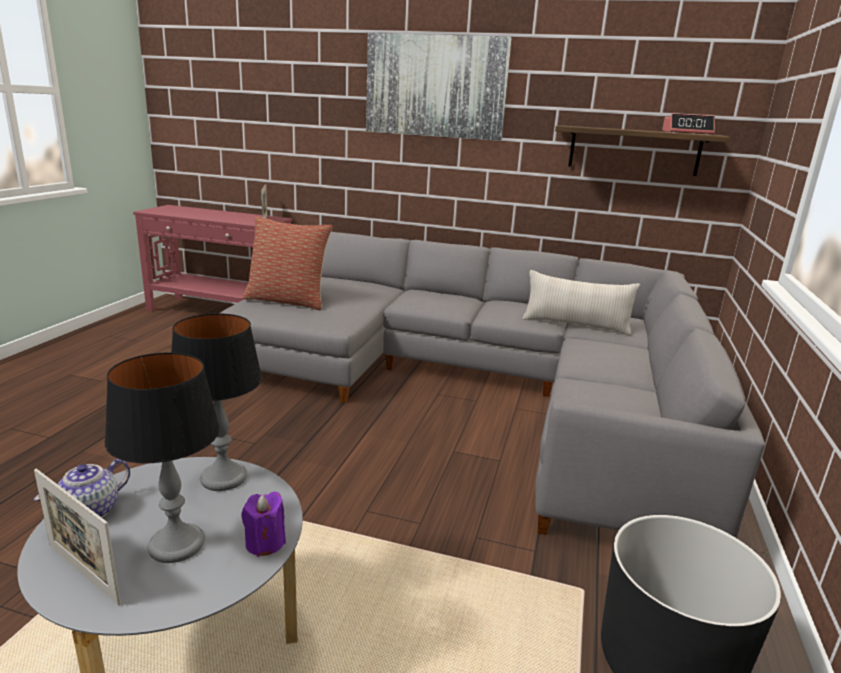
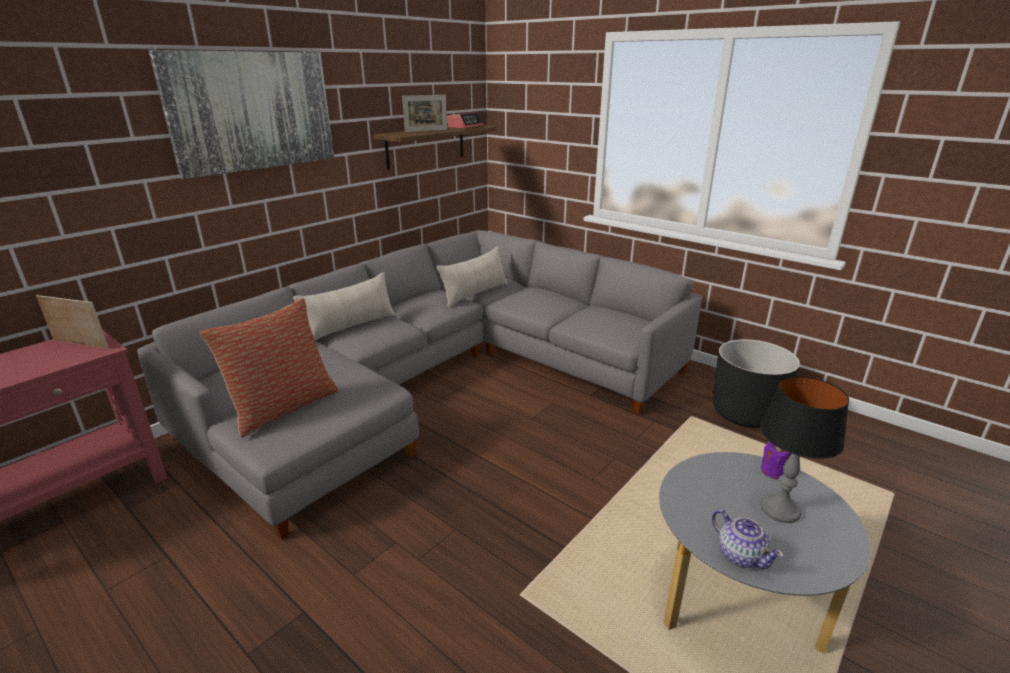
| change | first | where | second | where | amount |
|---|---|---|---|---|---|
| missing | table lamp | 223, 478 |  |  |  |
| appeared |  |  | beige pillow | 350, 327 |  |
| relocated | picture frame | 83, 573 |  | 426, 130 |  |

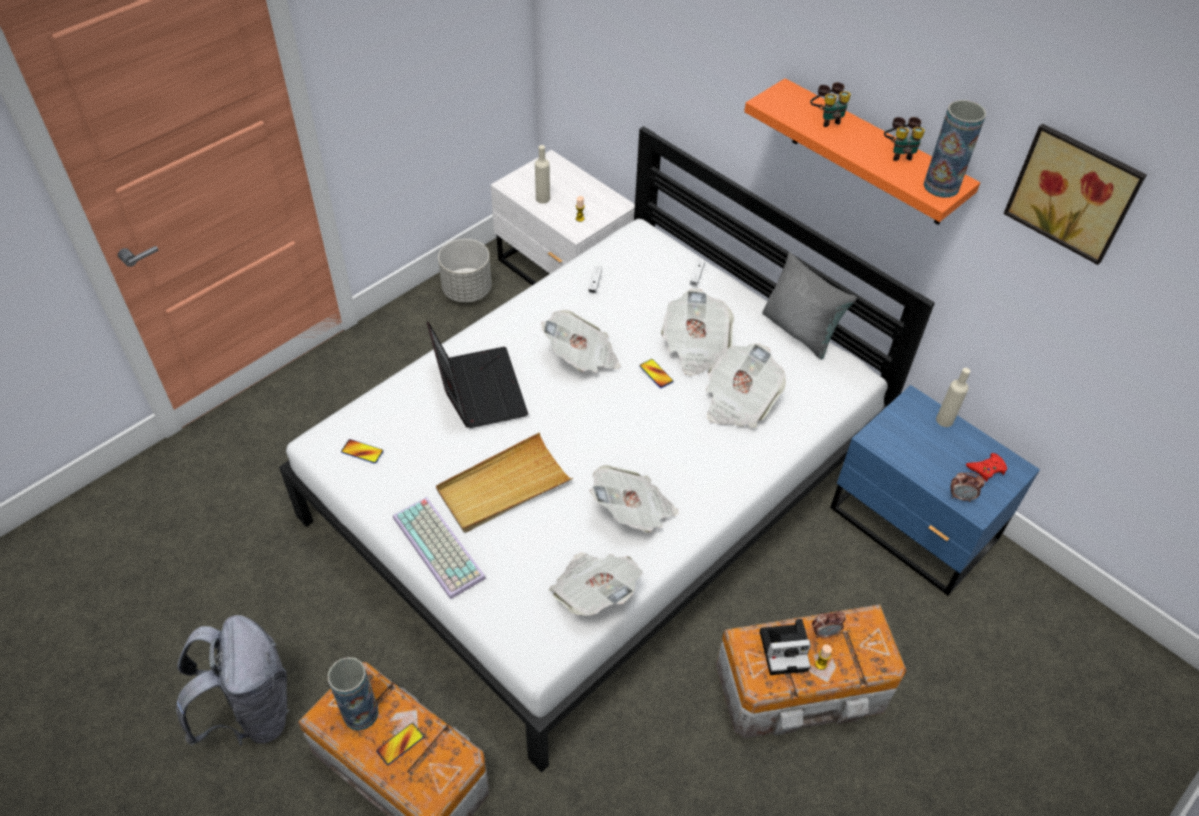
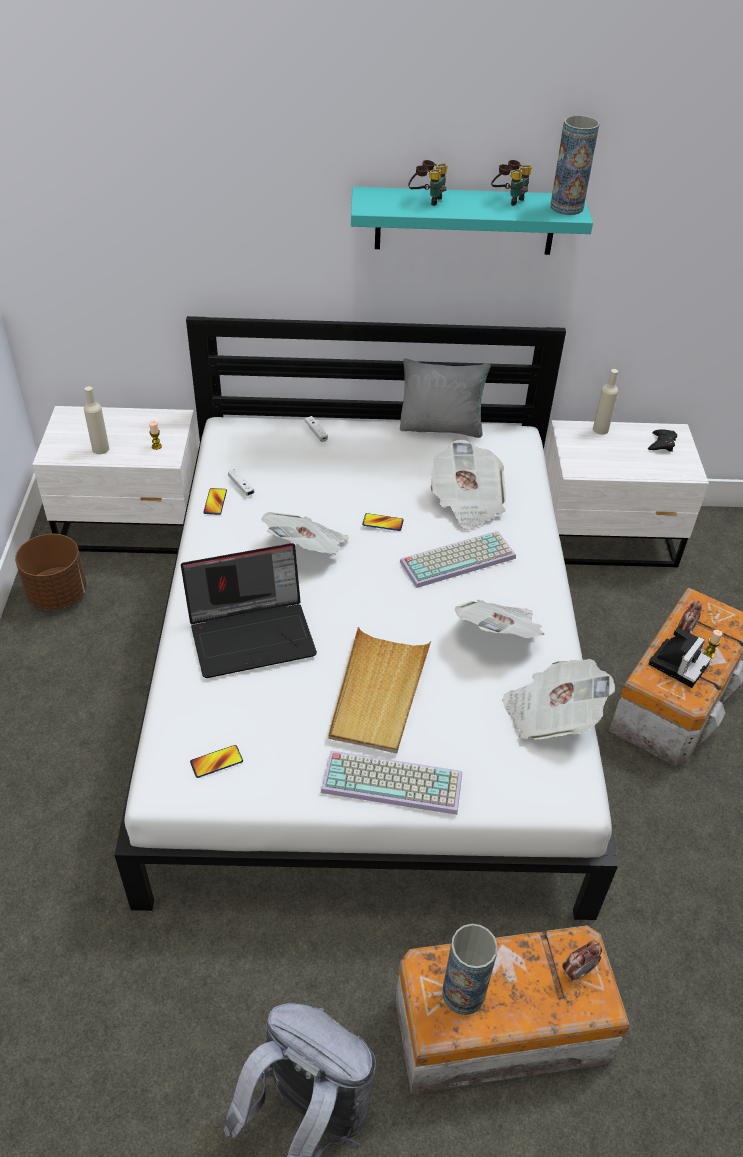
| change | first | where | second | where | amount |
|---|---|---|---|---|---|
| missing | newspaper | 696, 347 |  |  |  |
| missing | picture | 1074, 191 |  |  |  |
| appeared |  |  | keyboard | 458, 558 |  |
| relocated | phone | 400, 744 |  | 215, 502 |  |
| relocated | alarm clock | 961, 497 |  | 578, 970 |  |
| colour | grey planter | 467, 290 | brown planter | 58, 594 |  |
| colour | orange shelf | 870, 154 | turquoise shelf | 465, 221 |  |
| colour | blue nightstand | 913, 527 | white nightstand | 607, 538 |  |
| colour | red game controller | 986, 469 | black game controller | 662, 444 |  |
| spun | laptop | 477, 389 |  | 253, 633 | 135 degrees clockwise |

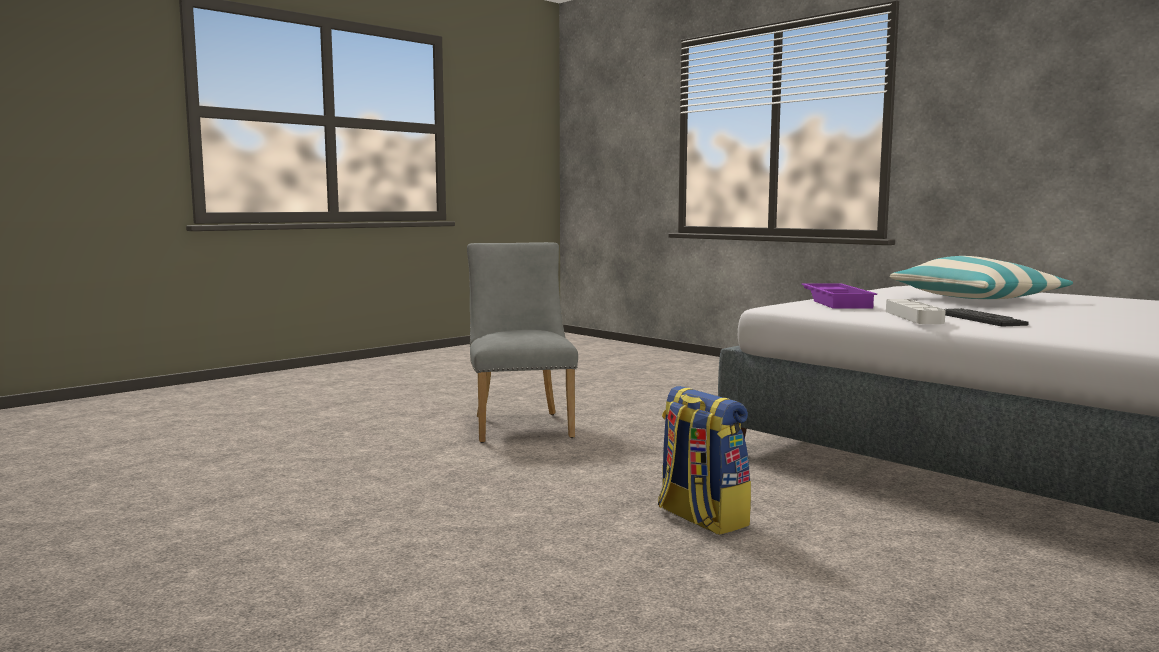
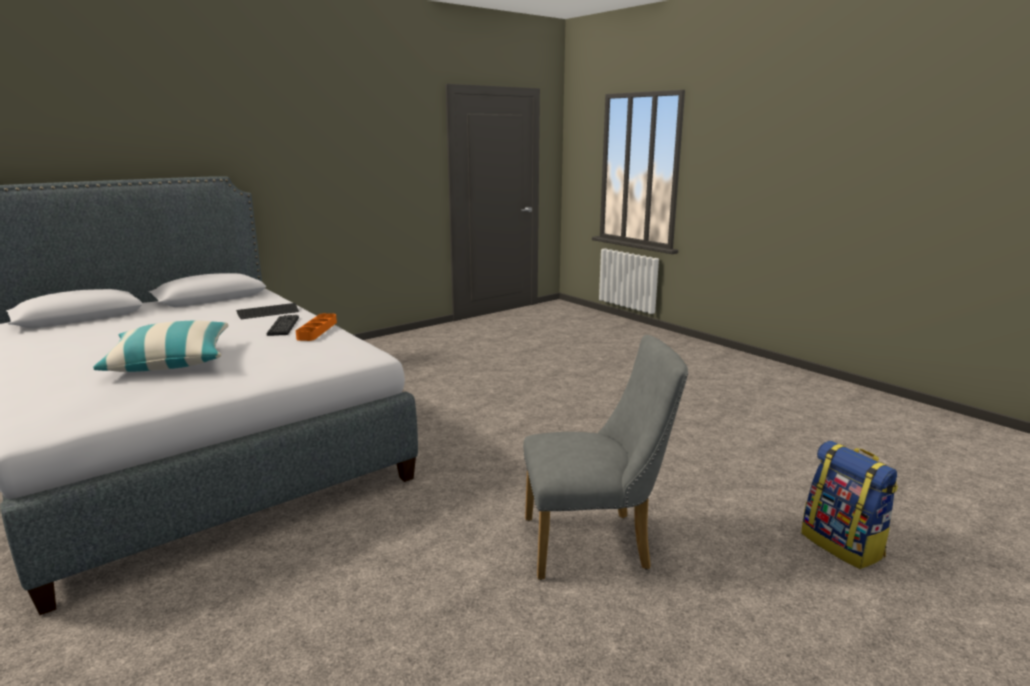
| change | first | where | second | where | amount |
|---|---|---|---|---|---|
| missing | purple tray | 838, 302 |  |  |  |
| appeared |  |  | keyboard | 268, 313 |  |
| relocated | backpack | 700, 518 |  | 843, 545 |  |
| colour | grey tray | 913, 317 | orange tray | 317, 330 |  |
| spun | grey chair | 520, 425 |  | 595, 544 | 90 degrees counterclockwise |

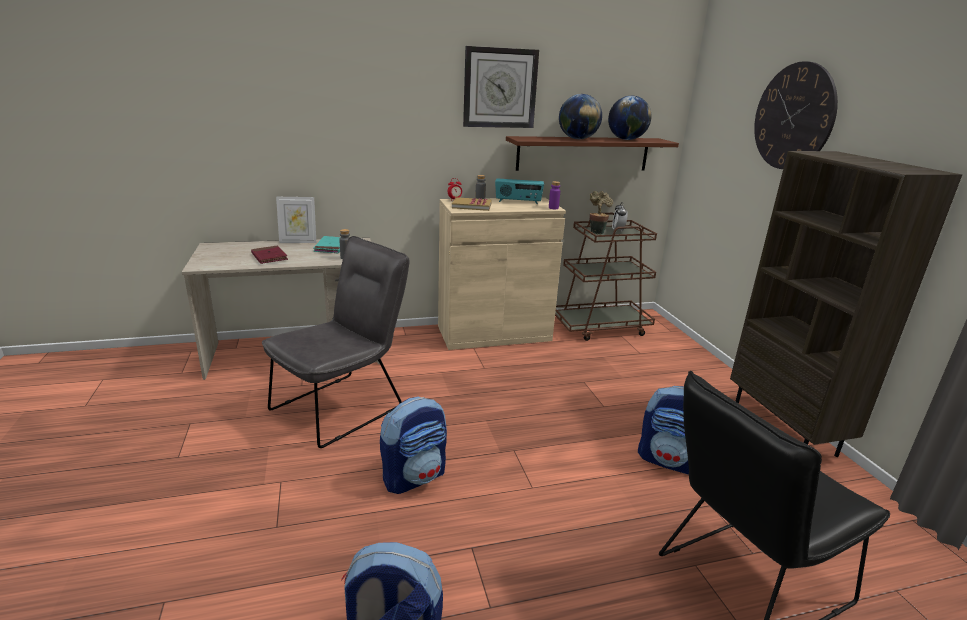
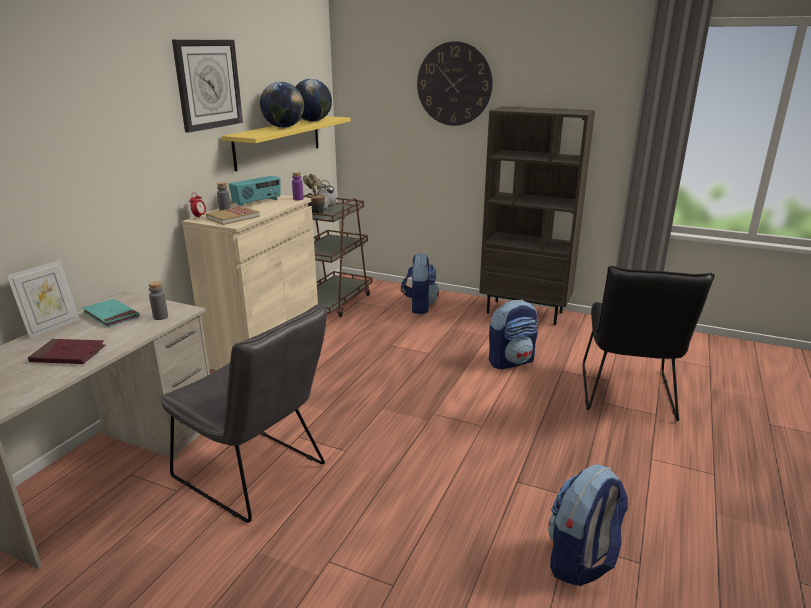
| change | first | where | second | where | amount |
|---|---|---|---|---|---|
| relocated | backpack | 415, 476 |  | 419, 306 |  |
| colour | brown shelf | 583, 154 | yellow shelf | 278, 141 |  |
| spun | grey chair | 344, 405 |  | 256, 475 | 135 degrees clockwise |

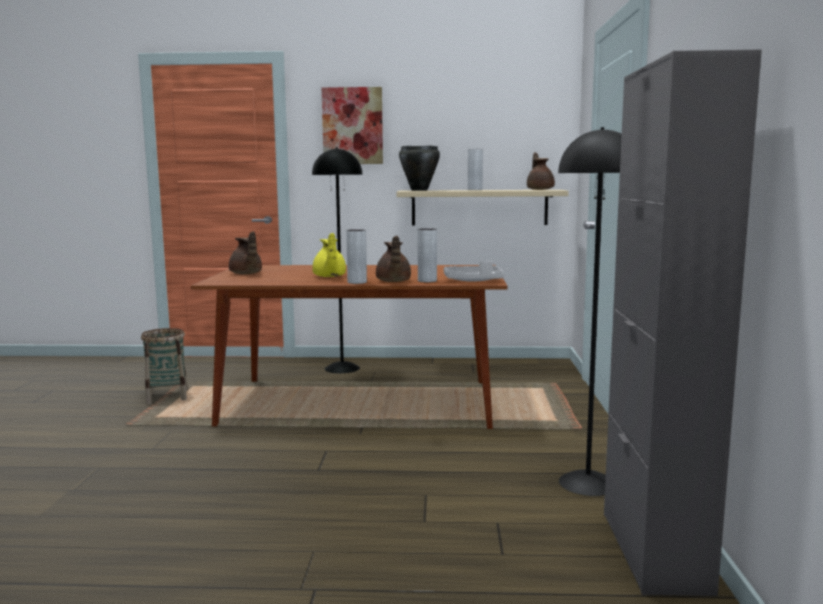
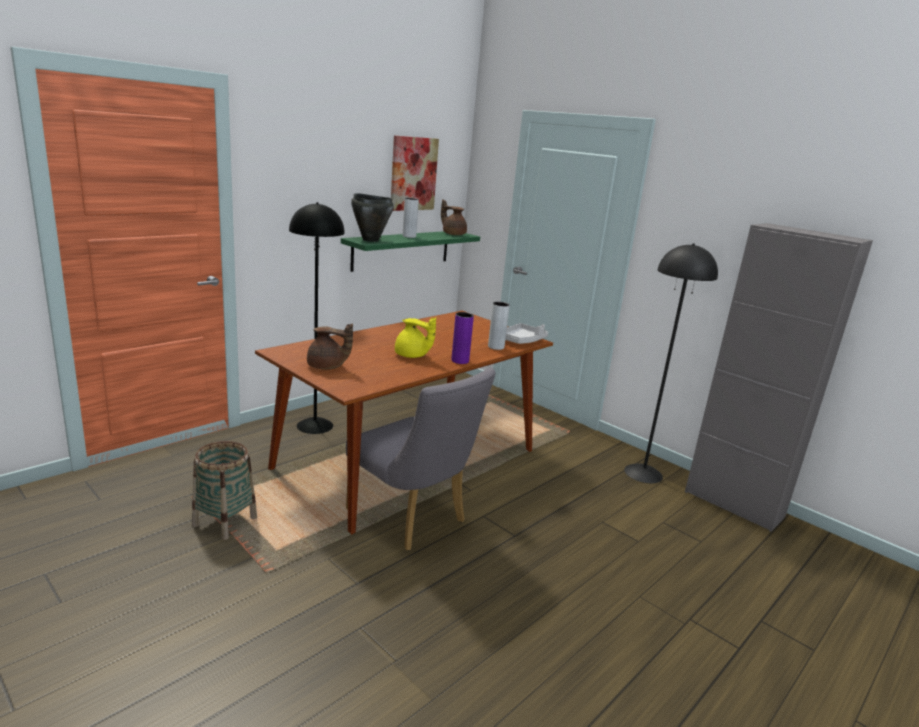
| change | first | where | second | where | amount |
|---|---|---|---|---|---|
| missing | brown teapot | 393, 281 |  |  |  |
| appeared |  |  | grey chair | 412, 519 |  |
| relocated | picture | 352, 126 |  | 413, 174 |  |
| colour | grey vase | 357, 282 | purple vase | 460, 361 |  |
| colour | beige shelf | 479, 207 | green shelf | 401, 250 |  |

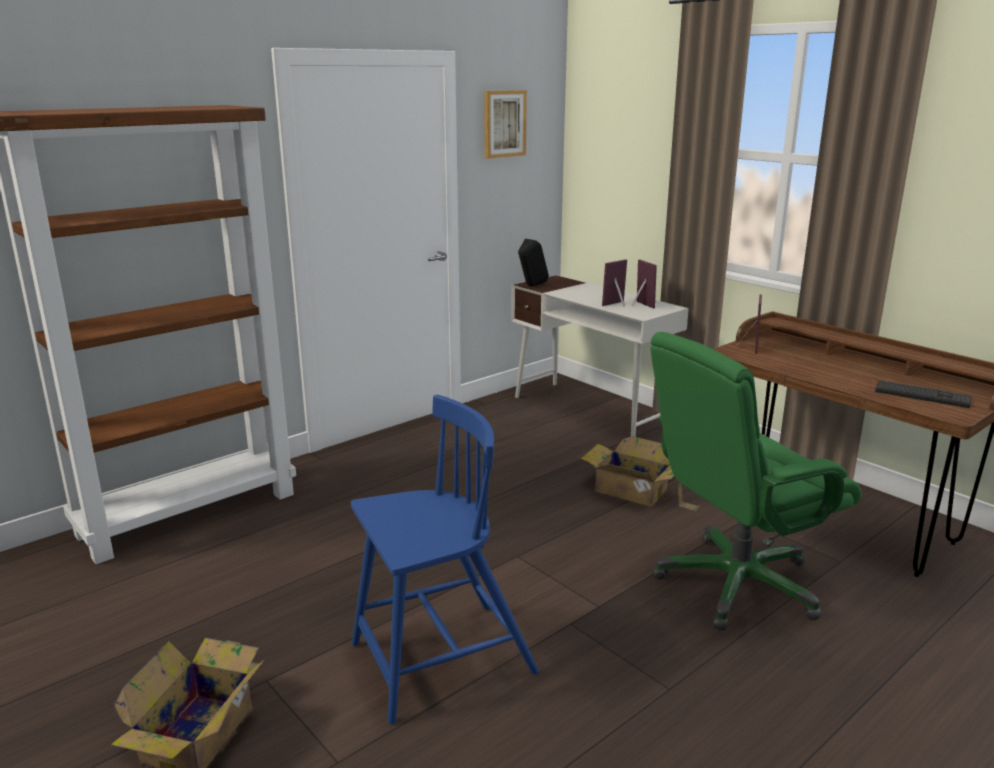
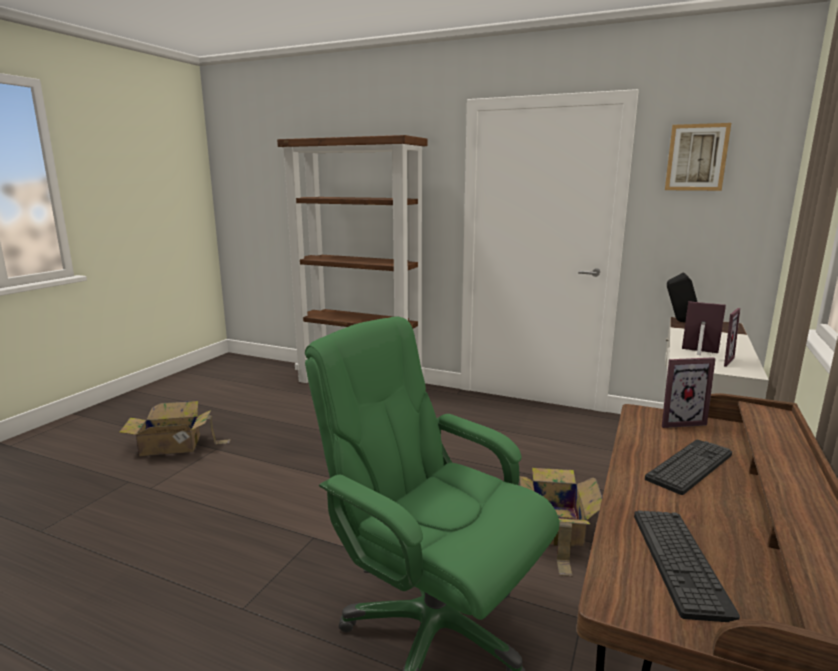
| change | first | where | second | where | amount |
|---|---|---|---|---|---|
| missing | blue chair | 439, 660 |  |  |  |
| appeared |  |  | keyboard | 689, 466 |  |

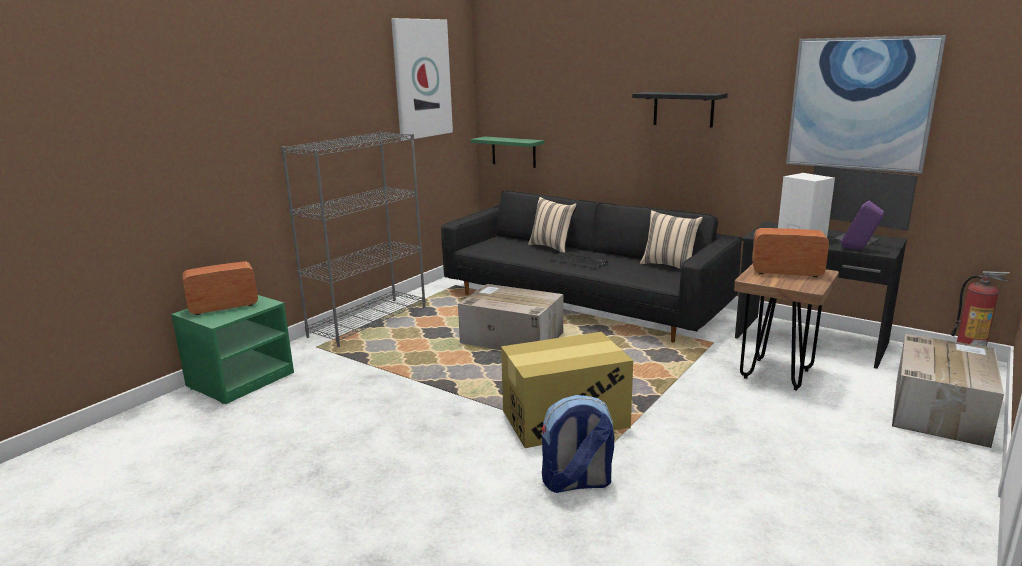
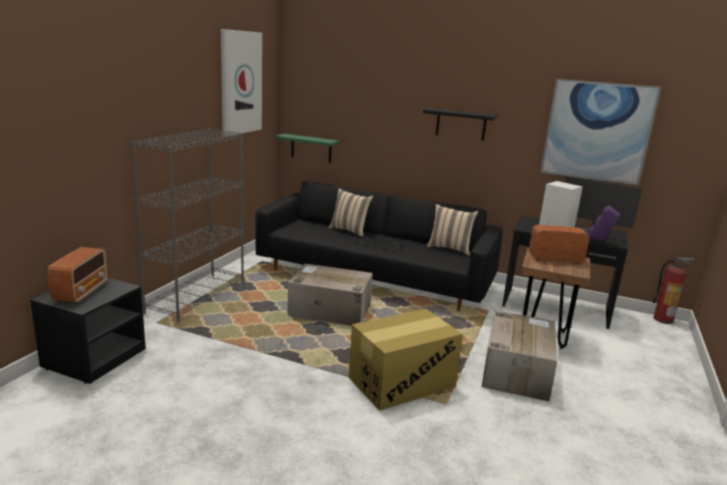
| change | first | where | second | where | amount |
|---|---|---|---|---|---|
| missing | backpack | 576, 483 |  |  |  |
| relocated | cardboard box | 939, 409 |  | 516, 370 |  |
| colour | green nightstand | 241, 379 | black nightstand | 94, 358 |  |
| spun | radio | 223, 307 |  | 81, 292 | 135 degrees clockwise |

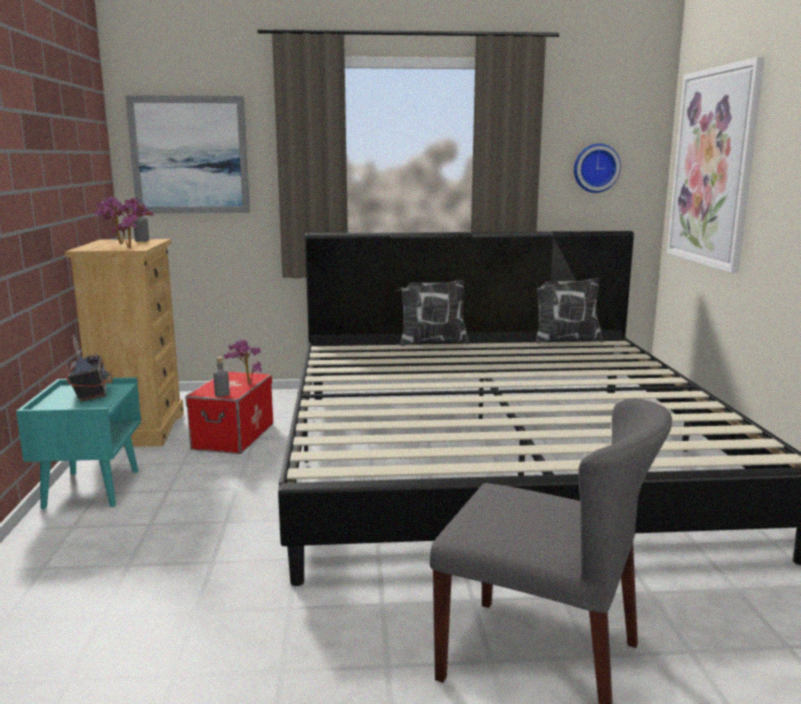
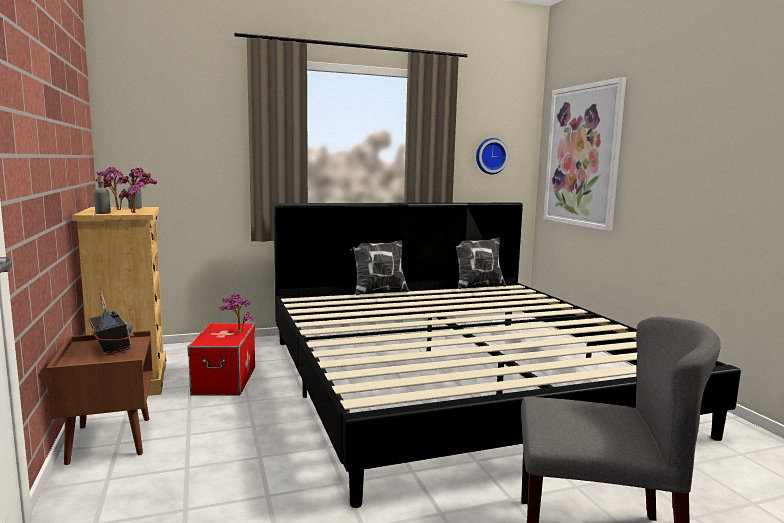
| change | first | where | second | where | amount |
|---|---|---|---|---|---|
| missing | picture | 189, 155 |  |  |  |
| relocated | grey bottle | 222, 394 |  | 103, 213 |  |
| colour | turquoise nightstand | 91, 488 | brown nightstand | 109, 440 |  |

